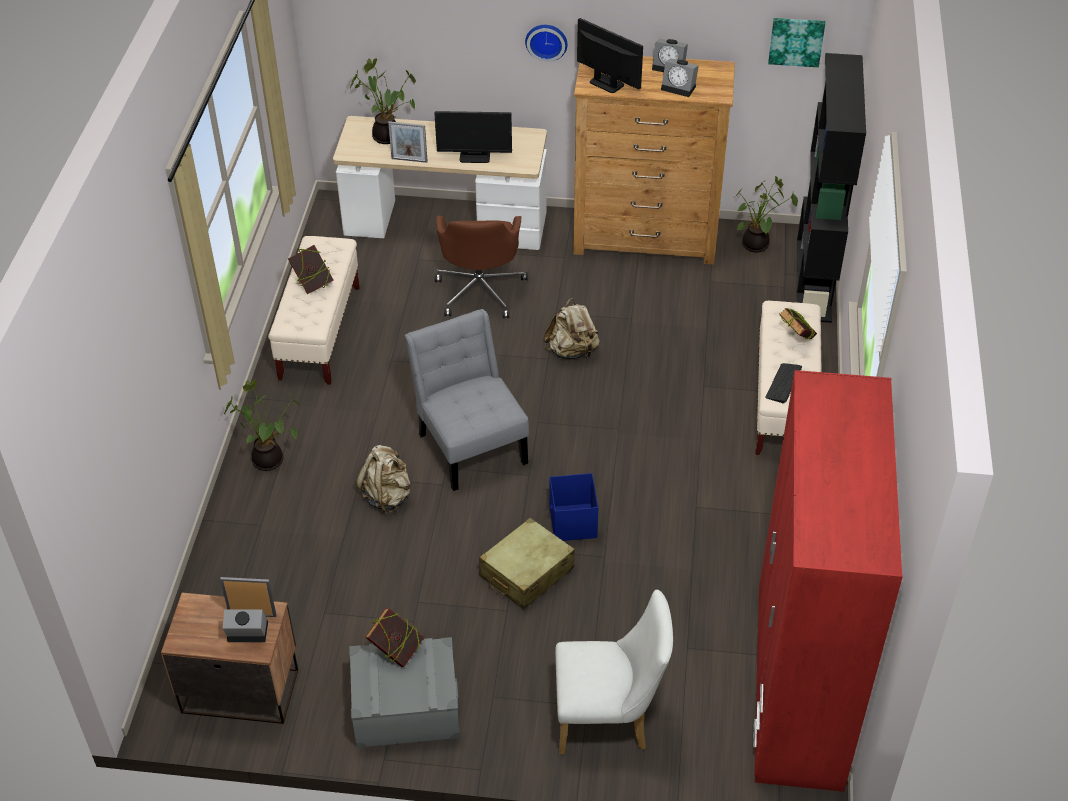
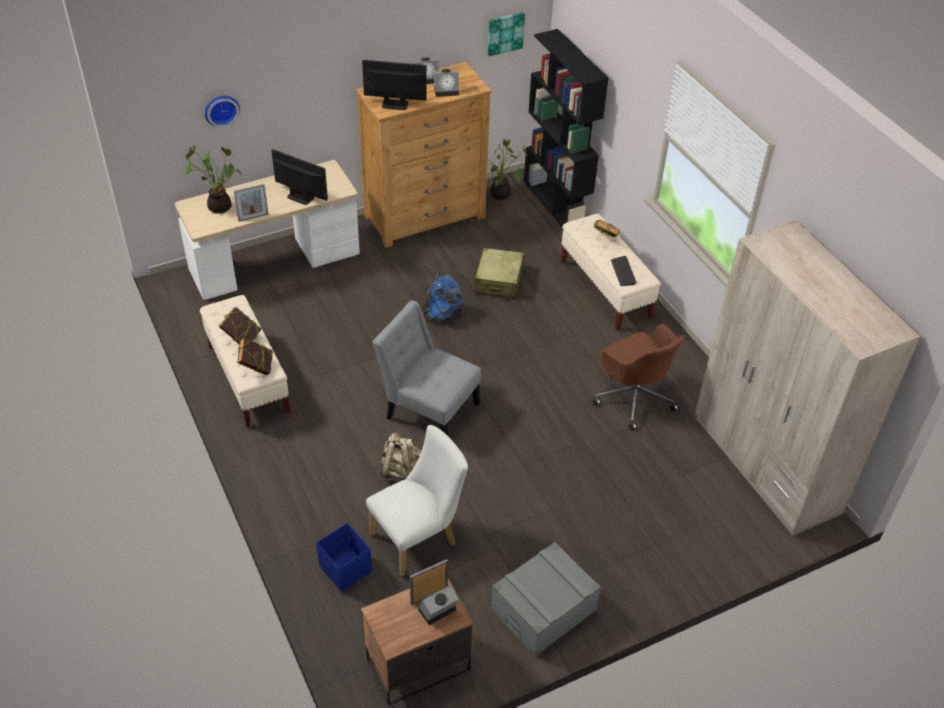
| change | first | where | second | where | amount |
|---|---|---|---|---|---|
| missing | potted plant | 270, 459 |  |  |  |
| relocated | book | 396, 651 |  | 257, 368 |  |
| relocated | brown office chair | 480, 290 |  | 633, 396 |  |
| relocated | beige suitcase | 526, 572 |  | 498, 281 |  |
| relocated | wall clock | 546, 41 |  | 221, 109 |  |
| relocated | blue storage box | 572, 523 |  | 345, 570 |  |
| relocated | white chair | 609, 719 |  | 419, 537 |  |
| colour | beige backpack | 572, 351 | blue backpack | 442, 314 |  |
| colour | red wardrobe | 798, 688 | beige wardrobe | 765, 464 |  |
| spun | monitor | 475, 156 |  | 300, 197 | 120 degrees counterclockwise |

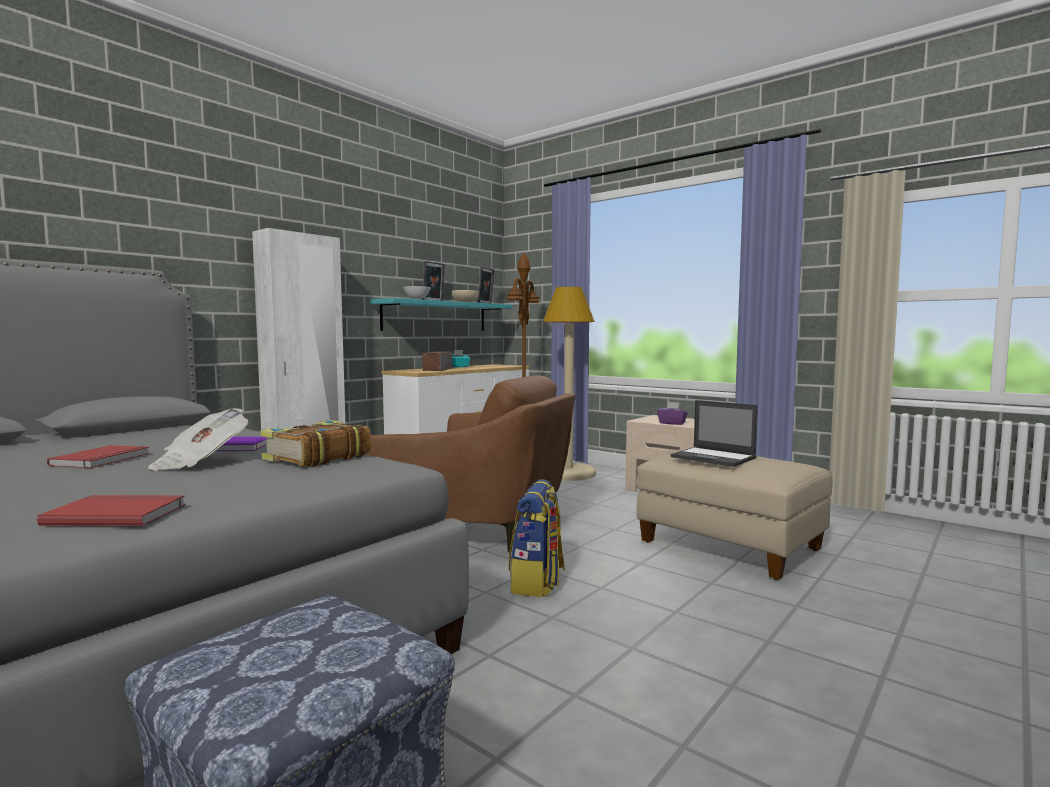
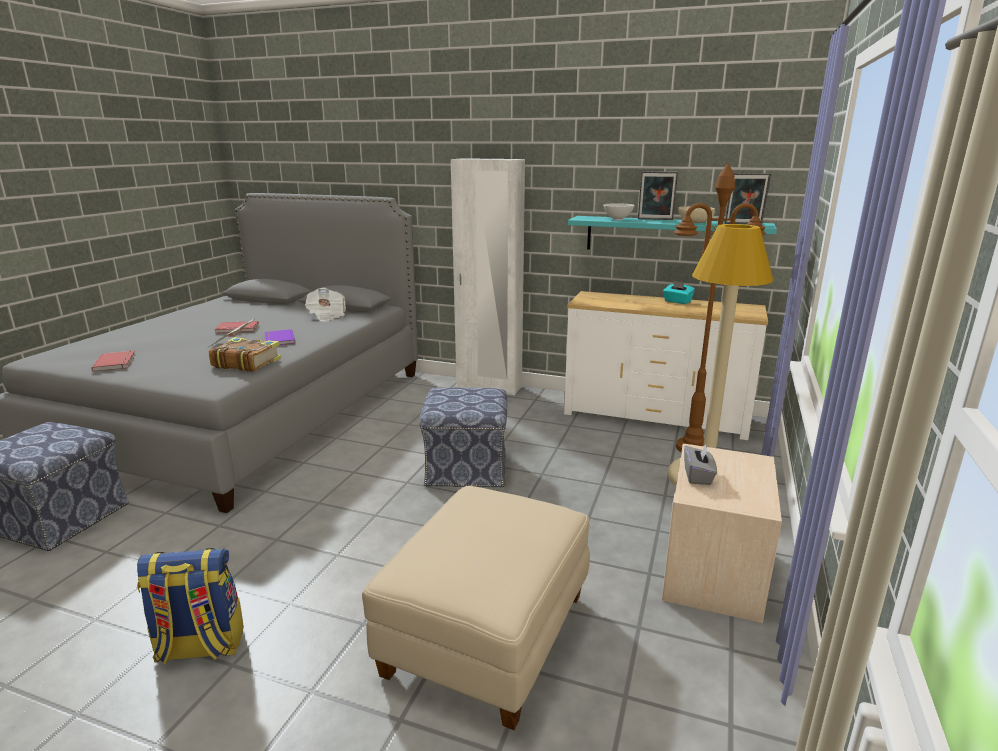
| change | first | where | second | where | amount |
|---|---|---|---|---|---|
| missing | speaker | 437, 369 |  |  |  |
| missing | laptop | 714, 457 |  |  |  |
| appeared |  |  | newspaper | 326, 316 |  |
| relocated | backpack | 537, 583 |  | 199, 647 |  |
| exchanged | brown armchair | 480, 526 | ottoman | 465, 468 |  |
| colour | purple tissue box | 672, 423 | grey tissue box | 698, 476 |  |

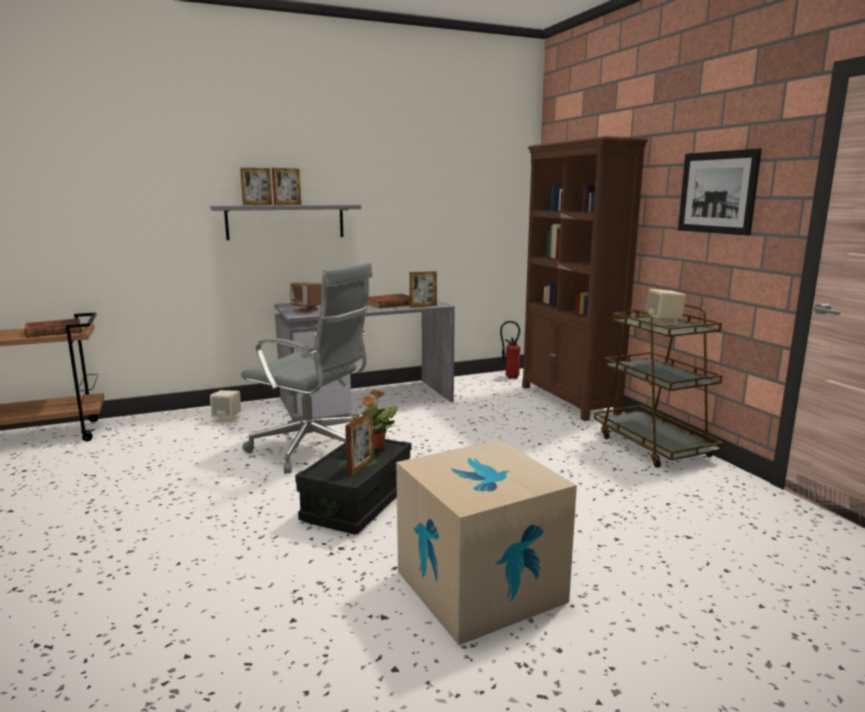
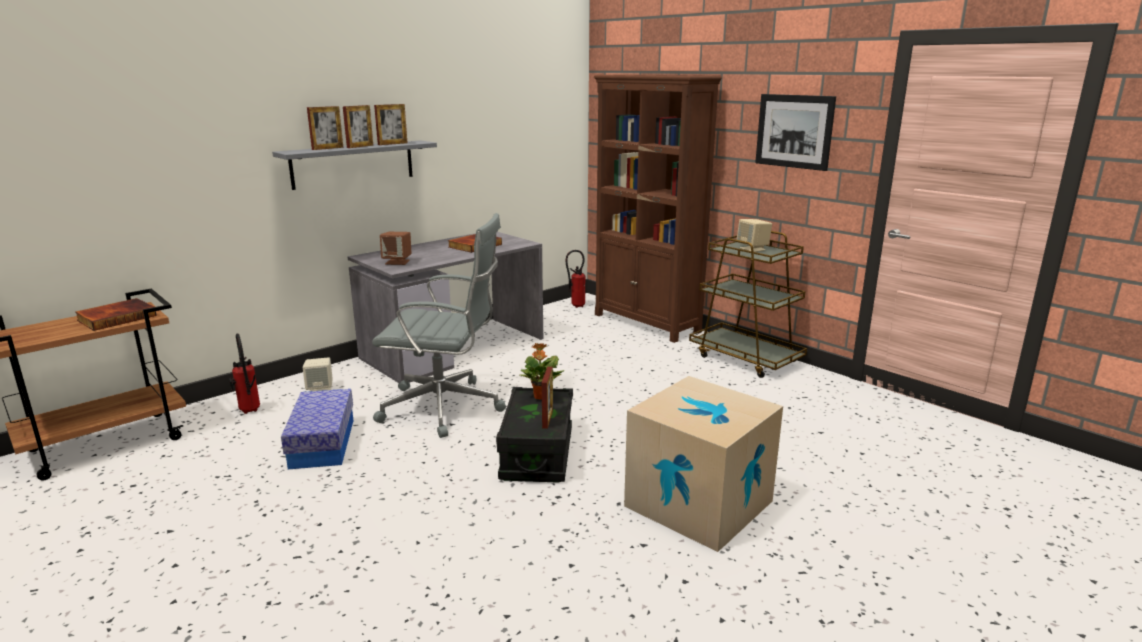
| change | first | where | second | where | amount |
|---|---|---|---|---|---|
| appeared |  |  | fire extinguisher | 249, 412 |  |
| appeared |  |  | storage box | 322, 443 |  |
| relocated | picture frame | 423, 306 |  | 392, 144 |  |

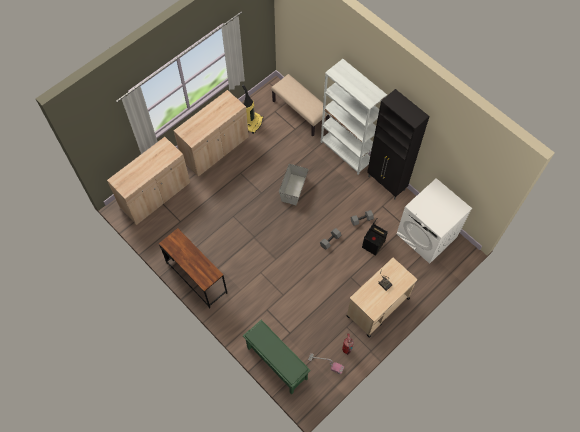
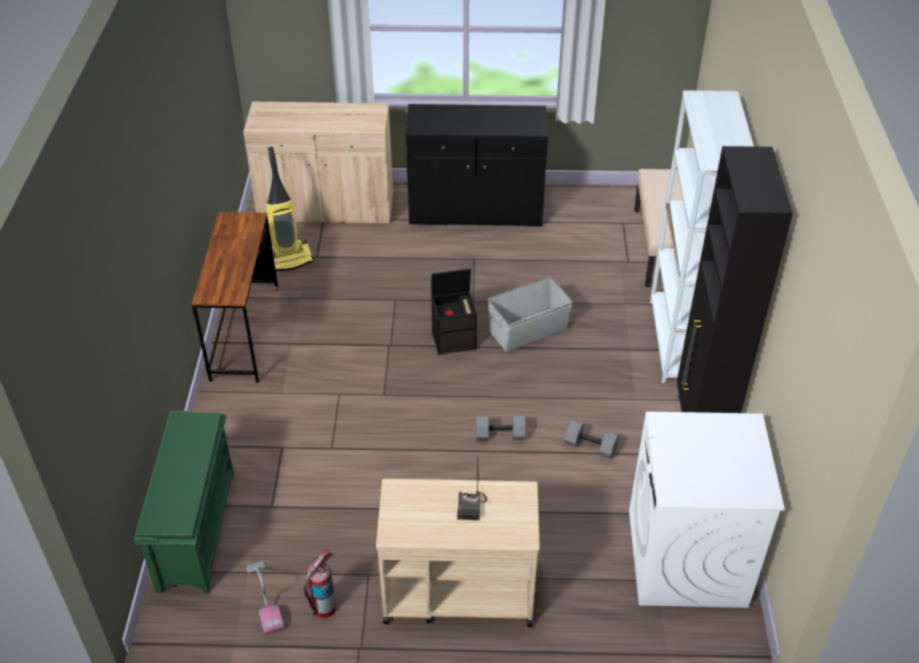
| change | first | where | second | where | amount |
|---|---|---|---|---|---|
| relocated | vacuum cleaner | 253, 123 |  | 289, 259 |  |
| relocated | black storage box | 373, 244 |  | 454, 339 |  |
| colour | beige cabinet | 215, 149 | black cabinet | 475, 211 |  |

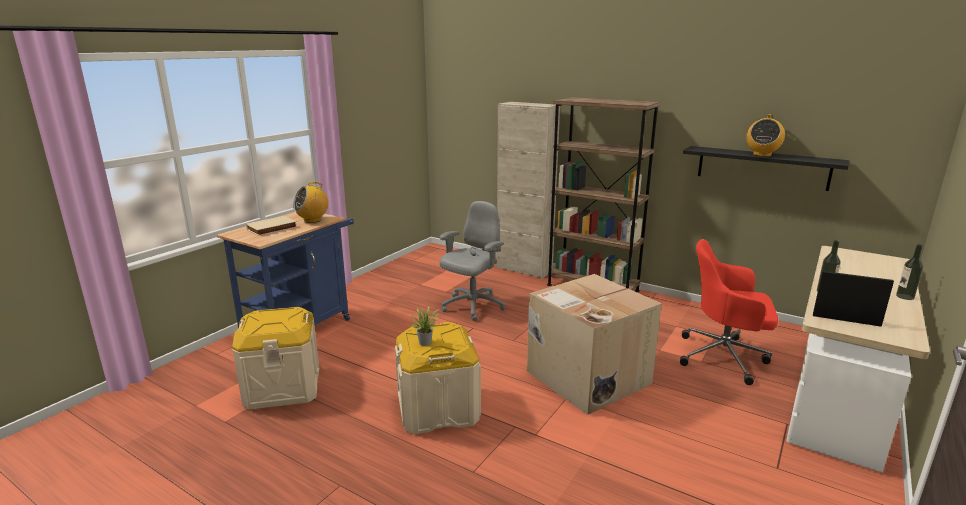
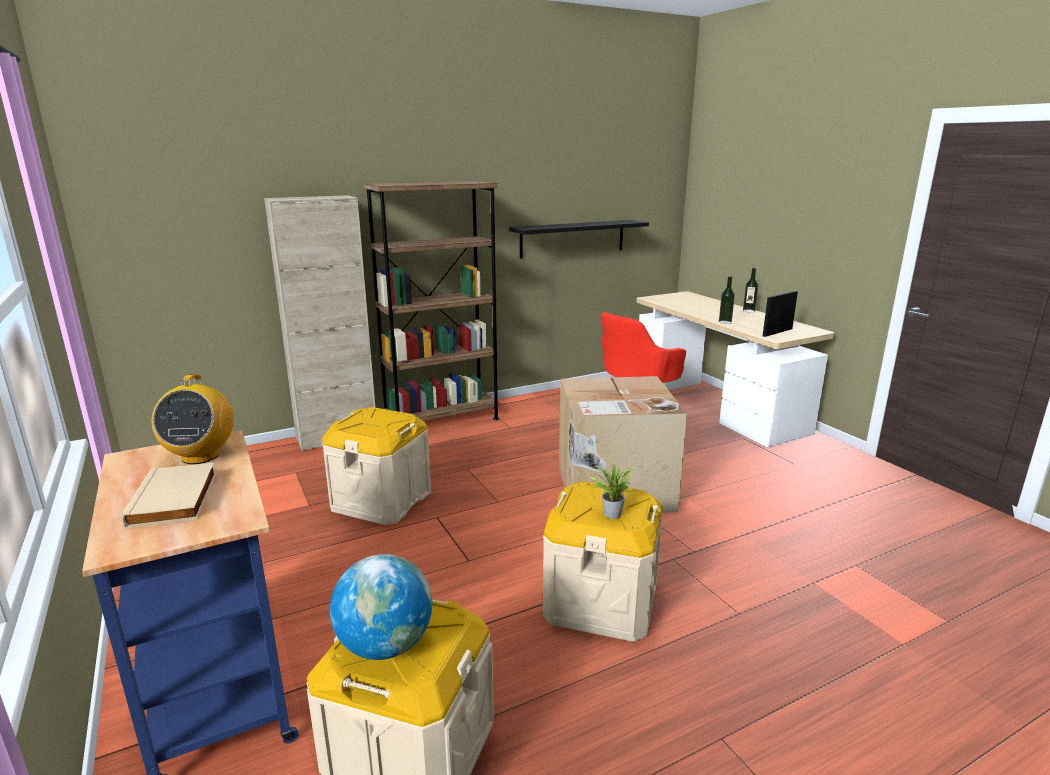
| change | first | where | second | where | amount |
|---|---|---|---|---|---|
| missing | radio | 762, 154 |  |  |  |
| appeared |  |  | globe | 385, 645 |  |
| exchanged | grey office chair | 472, 307 | beige storage box | 381, 500 |  |

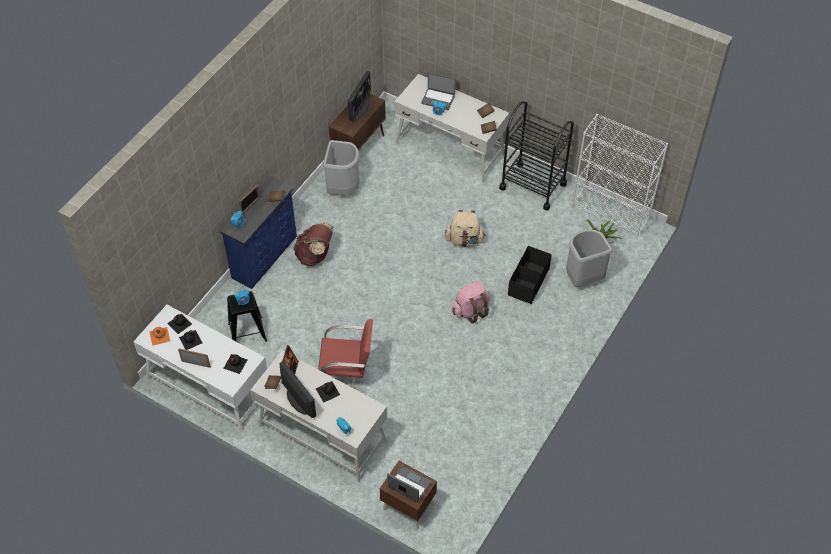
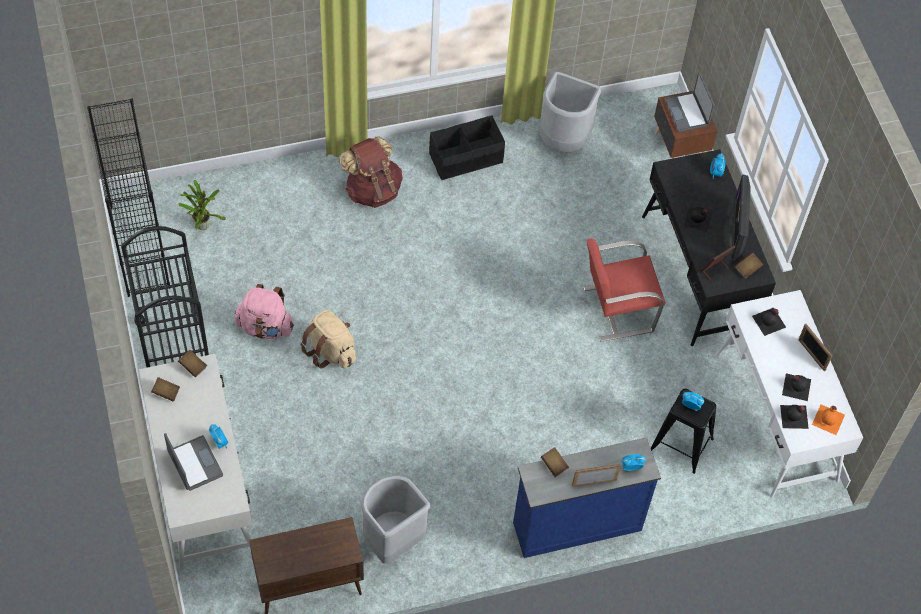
| change | first | where | second | where | amount |
|---|---|---|---|---|---|
| missing | monitor | 359, 108 |  |  |  |
| relocated | brown backpack | 315, 255 |  | 372, 190 |  |
| relocated | pink backpack | 470, 311 |  | 265, 327 |  |
| relocated | black storage box | 528, 282 |  | 466, 158 |  |
| relocated | grey trash can | 583, 278 |  | 563, 141 |  |
| colour | white desk | 322, 433 | black desk | 698, 273 |  |
| colour | white bookcase | 610, 213 | black bookcase | 139, 246 |  |
| spun | red chair | 347, 375 |  | 616, 309 | 60 degrees counterclockwise |

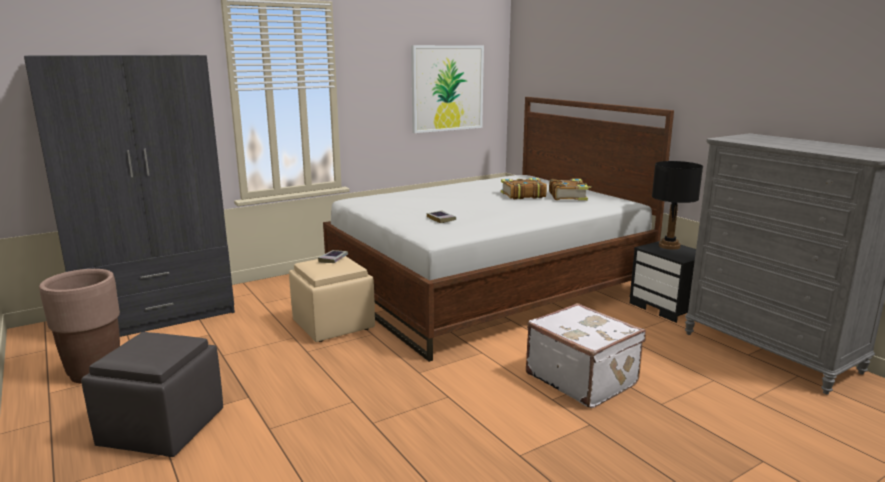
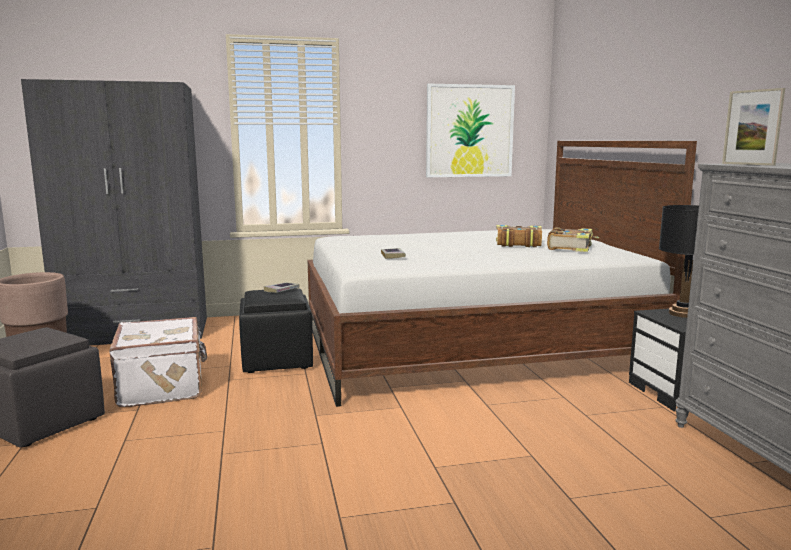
| change | first | where | second | where | amount |
|---|---|---|---|---|---|
| appeared |  |  | picture frame | 747, 164 |  |
| relocated | white suitcase | 582, 378 |  | 163, 387 |  |
| colour | beige ottoman | 334, 325 | black ottoman | 277, 360 |  |

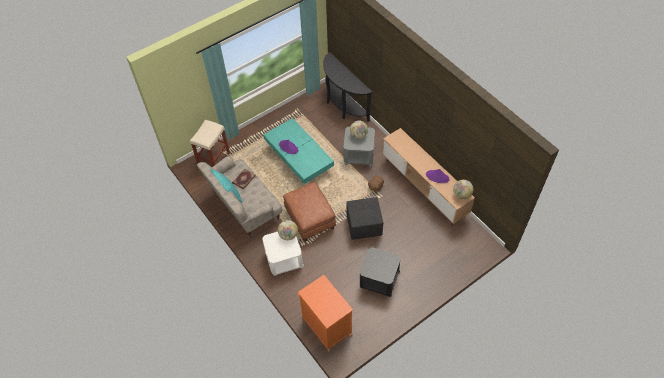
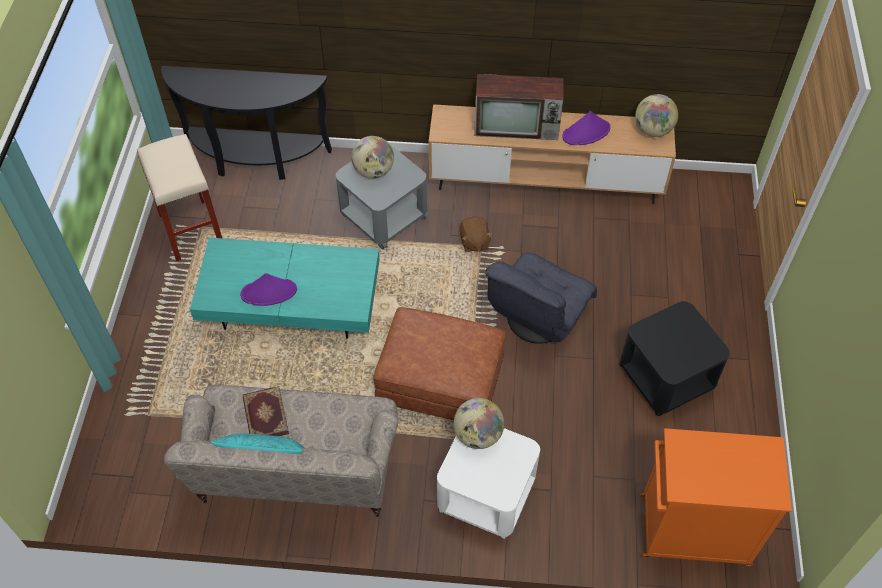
| change | first | where | second | where | amount |
|---|---|---|---|---|---|
| appeared |  |  | television | 518, 127 |  |
| relocated | beige stool | 214, 159 |  | 190, 229 |  |
| exchanged | black ottoman | 363, 225 | grey armchair | 536, 317 |  |

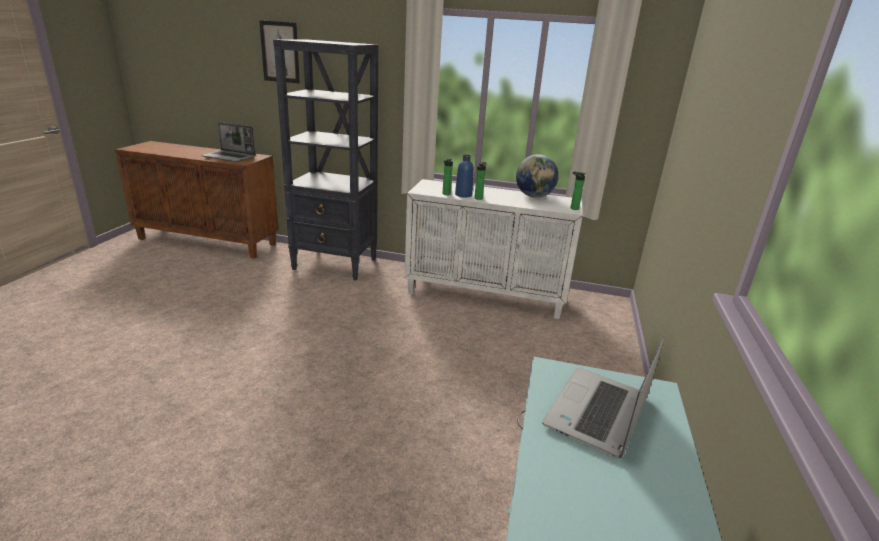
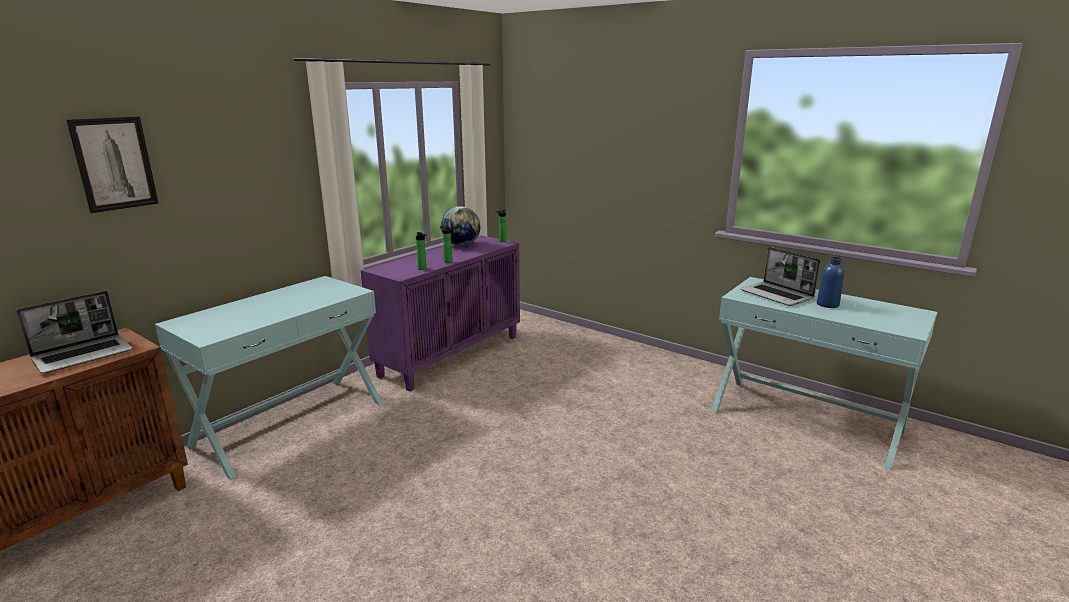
| change | first | where | second | where | amount |
|---|---|---|---|---|---|
| relocated | blue bottle | 463, 195 |  | 827, 304 |  |
| exchanged | black bookcase | 335, 264 | turquoise console table | 290, 423 |  |
| colour | white cabinet | 486, 295 | purple cabinet | 451, 355 |  |

